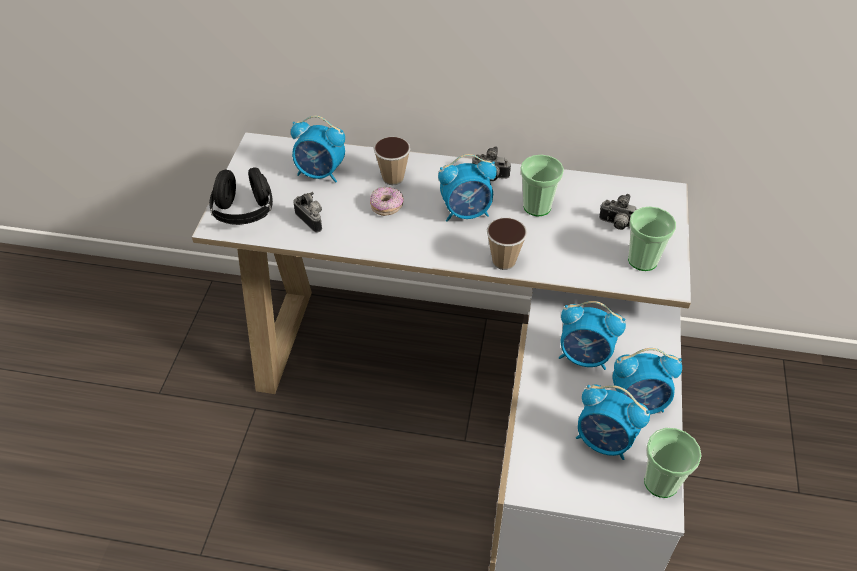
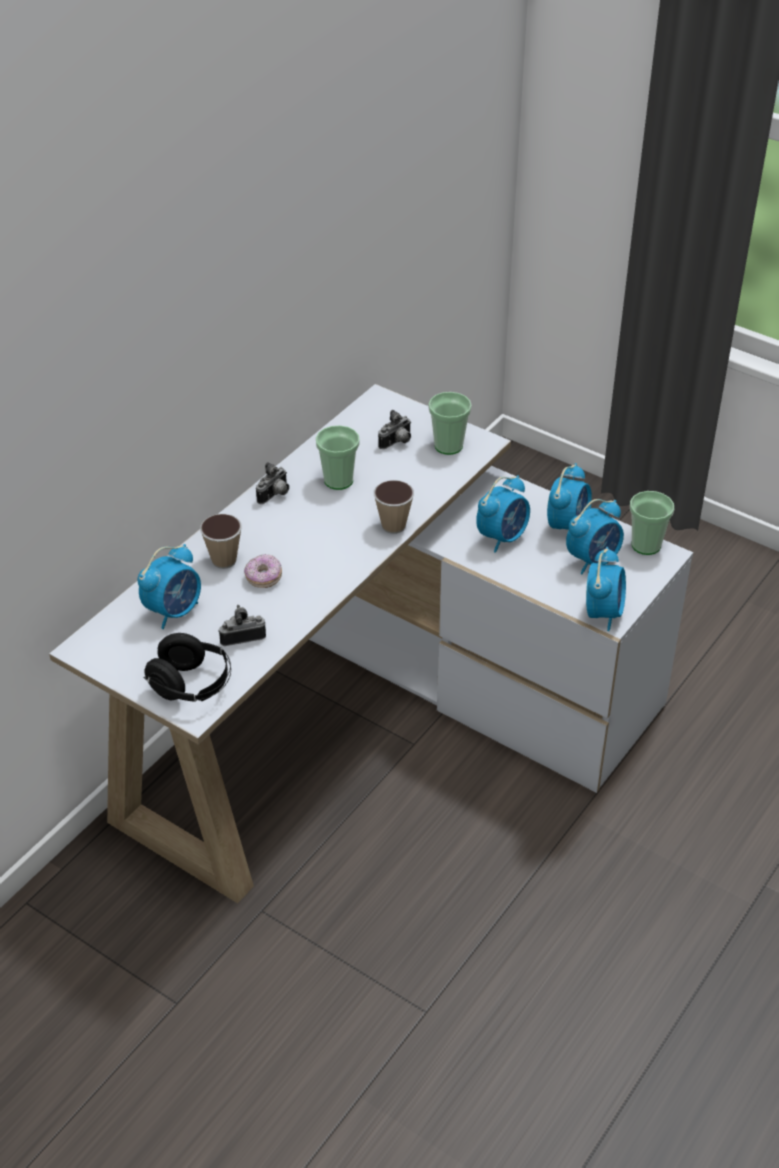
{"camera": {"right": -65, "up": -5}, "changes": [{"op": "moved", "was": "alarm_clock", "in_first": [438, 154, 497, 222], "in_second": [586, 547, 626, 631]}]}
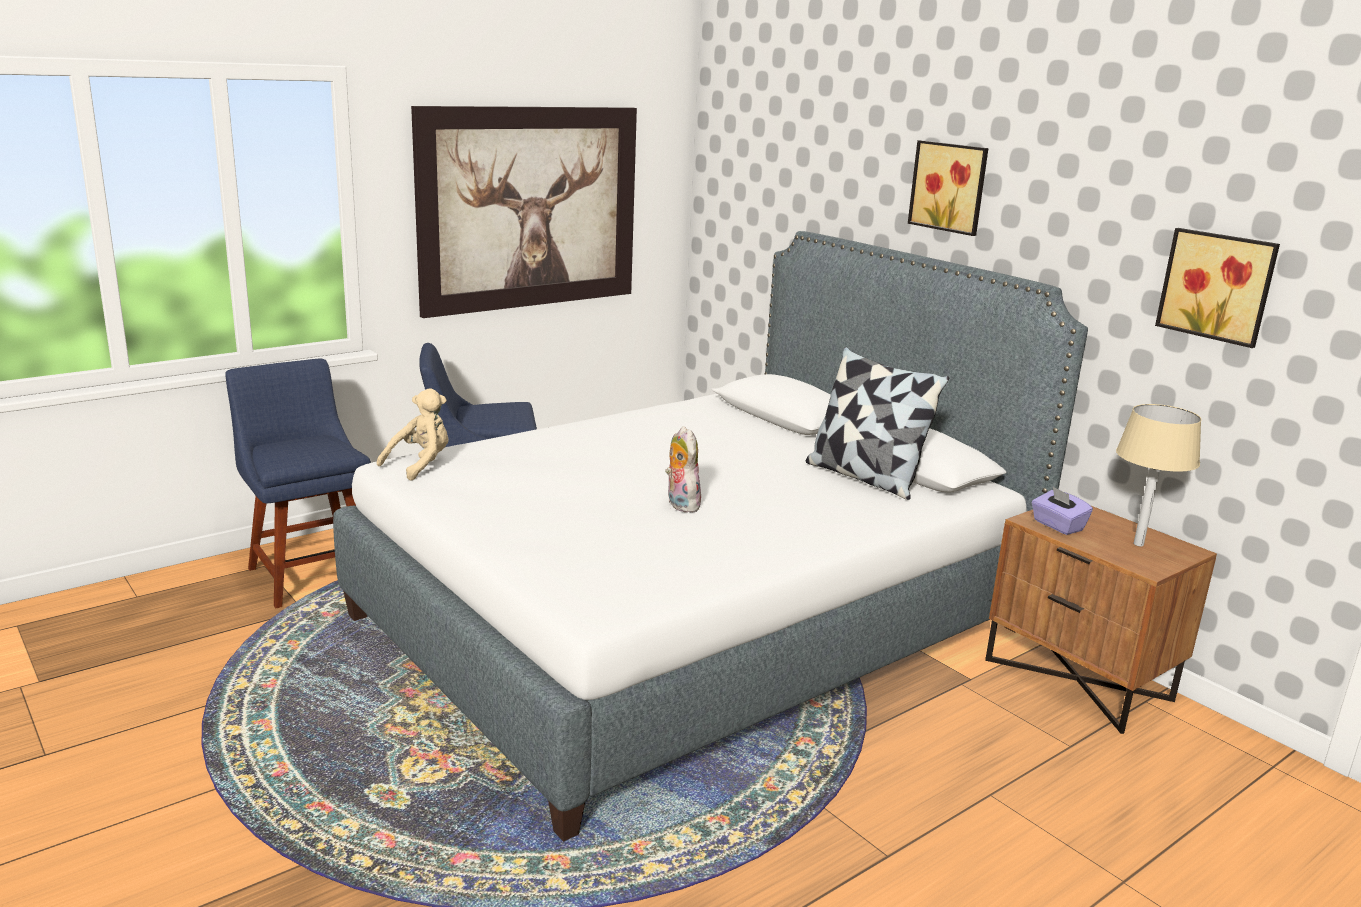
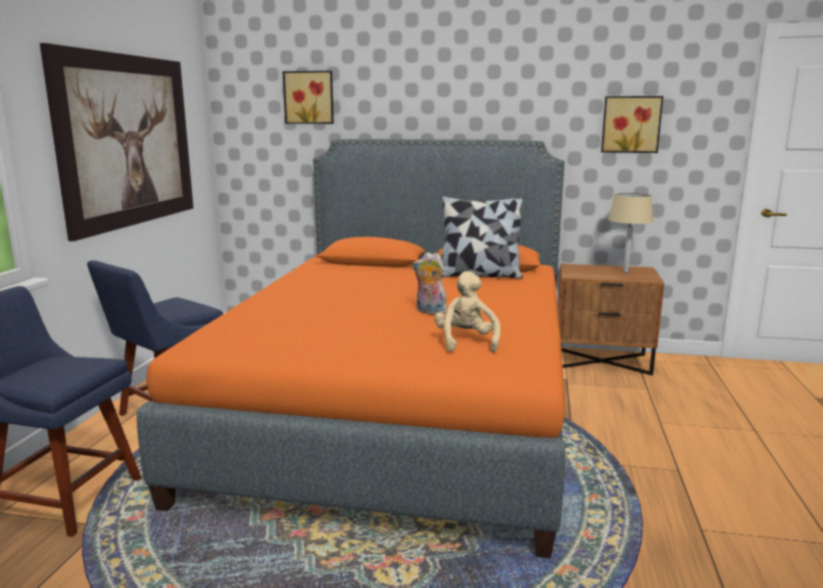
{"camera": {"right": -40, "up": -5}, "changes": [{"op": "moved", "was": "wall_art", "in_first": [908, 140, 989, 236], "in_second": [282, 71, 334, 124]}, {"op": "recoloured", "was": "white_bed", "now": "orange-coloured_bed", "in_first": [333, 231, 1088, 842], "in_second": [137, 139, 565, 558]}, {"op": "moved", "was": "beige-coloured_plush_toy", "in_first": [377, 388, 448, 481], "in_second": [434, 271, 501, 353]}, {"op": "removed", "was": "purplish_tissue_holder", "in_first": [1031, 487, 1093, 535]}]}
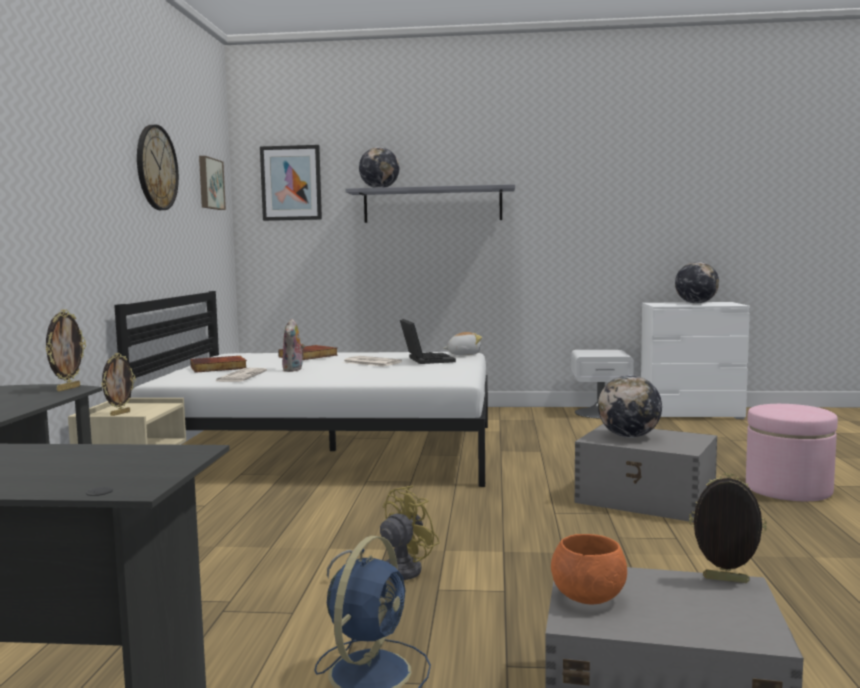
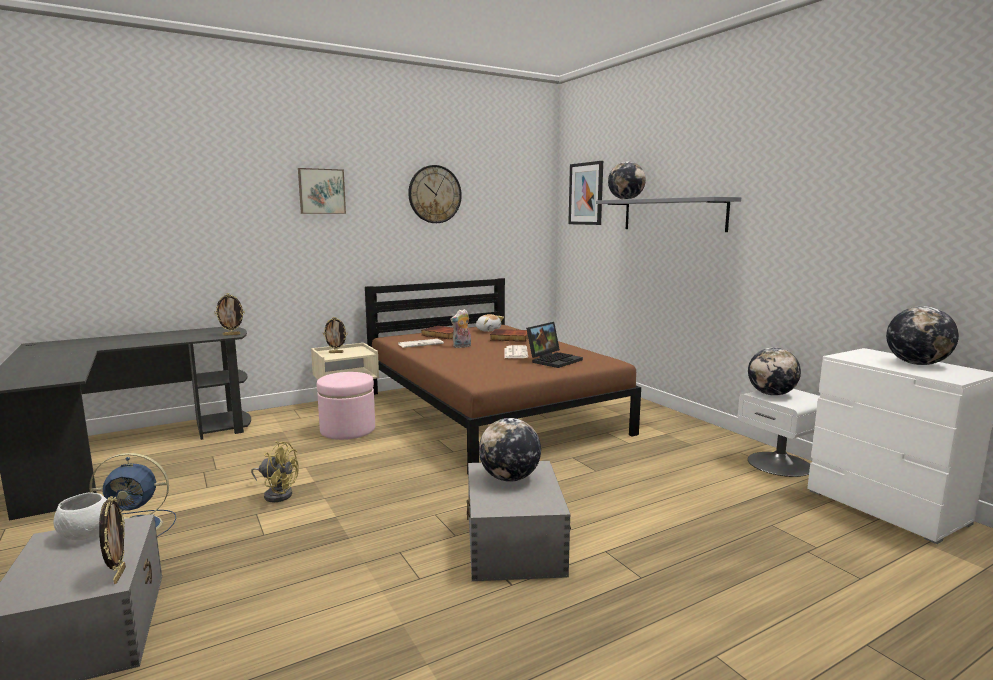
{"camera": {"right": 55, "up": 5}, "changes": [{"op": "moved", "was": "wall_art", "in_first": [199, 156, 226, 210], "in_second": [298, 168, 346, 214]}, {"op": "recoloured", "was": "white_bed", "now": "brownish_bed", "in_first": [114, 291, 488, 487], "in_second": [365, 278, 641, 474]}, {"op": "moved", "was": "plush_toy", "in_first": [443, 332, 482, 355], "in_second": [476, 314, 504, 332]}, {"op": "moved", "was": "pink-coloured_footrest", "in_first": [746, 404, 838, 501], "in_second": [317, 372, 375, 440]}, {"op": "recoloured", "was": "orange-coloured_serving_bowl", "now": "white_serving_bowl", "in_first": [551, 534, 627, 604], "in_second": [53, 493, 107, 540]}, {"op": "added", "now": "desk_globe", "in_second": [748, 347, 801, 396]}]}
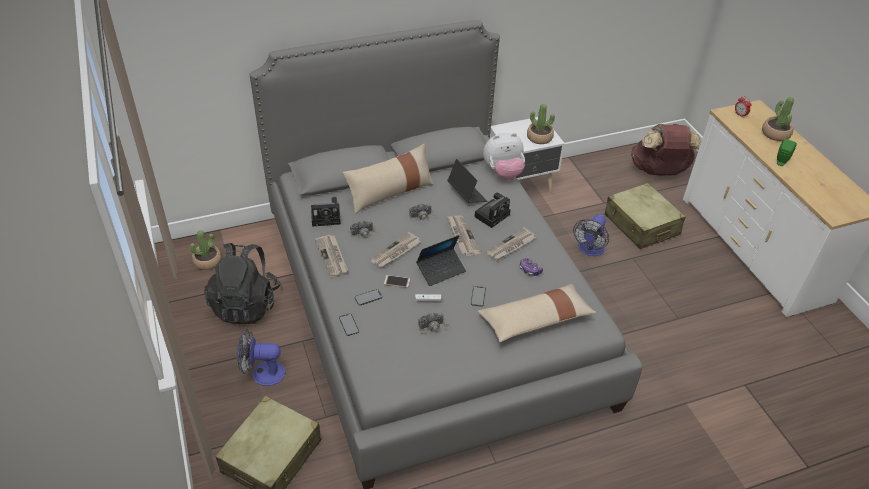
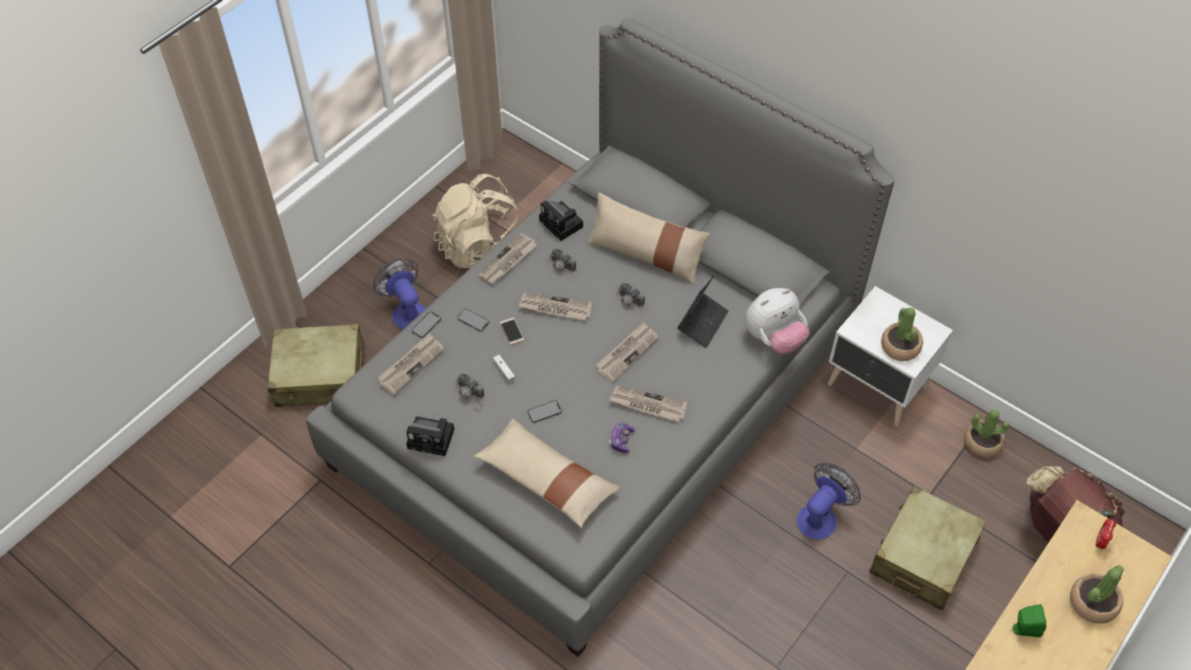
{"camera": {"right": 60, "up": 10}, "changes": [{"op": "turned", "was": "plush_toy", "in_first": [483, 133, 525, 180], "in_second": [745, 288, 809, 354], "clockwise": -75}, {"op": "moved", "was": "still_camera", "in_first": [474, 192, 510, 228], "in_second": [406, 416, 454, 456]}, {"op": "turned", "was": "fan", "in_first": [573, 214, 609, 256], "in_second": [797, 463, 860, 540], "clockwise": 135}, {"op": "moved", "was": "houseplant", "in_first": [190, 230, 221, 270], "in_second": [964, 410, 1009, 458]}, {"op": "removed", "was": "laptop", "in_first": [416, 235, 466, 286]}, {"op": "recoloured", "was": "black-coloured_backpack", "now": "beige-coloured_backpack", "in_first": [204, 243, 280, 324], "in_second": [432, 174, 519, 268]}, {"op": "added", "now": "printed_paper", "in_second": [378, 333, 444, 395]}]}
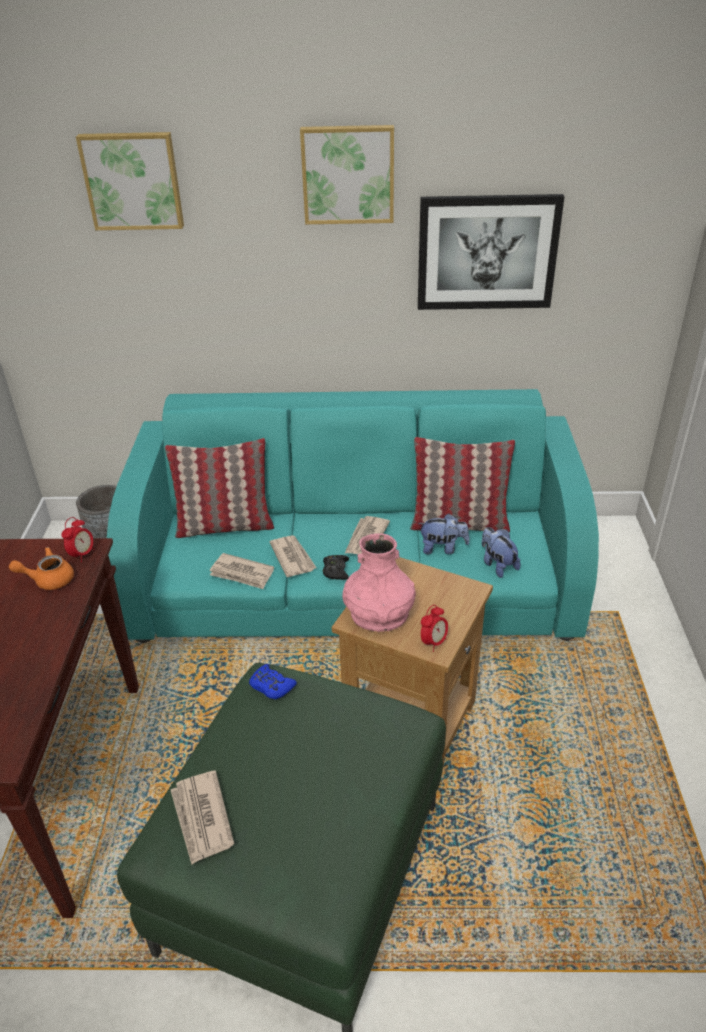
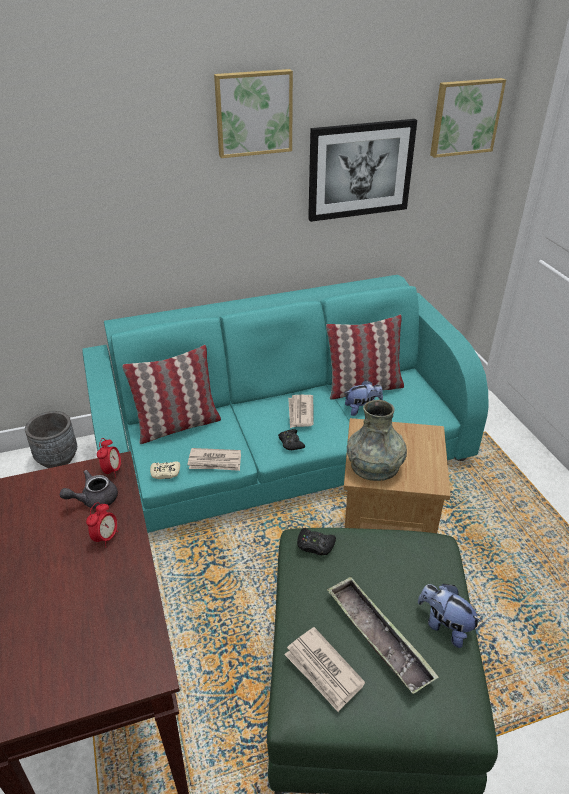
{"camera": {"right": -20, "up": 0}, "changes": [{"op": "moved", "was": "wall_art", "in_first": [76, 132, 184, 230], "in_second": [430, 78, 506, 158]}, {"op": "moved", "was": "plush_toy", "in_first": [482, 527, 520, 578], "in_second": [418, 584, 482, 648]}, {"op": "recoloured", "was": "pink-coloured_decorative_vase", "now": "grey_decorative_vase", "in_first": [342, 533, 416, 632], "in_second": [347, 400, 407, 481]}, {"op": "removed", "was": "printed_paper", "in_first": [270, 535, 316, 577]}, {"op": "recoloured", "was": "orange-coloured_tea_pot", "now": "grey_tea_pot", "in_first": [9, 547, 74, 590], "in_second": [60, 470, 118, 509]}, {"op": "moved", "was": "alarm_clock", "in_first": [421, 605, 448, 652], "in_second": [86, 502, 118, 548]}, {"op": "recoloured", "was": "blue-coloured_joypad", "now": "black-coloured_joypad", "in_first": [249, 664, 297, 699], "in_second": [297, 528, 336, 555]}, {"op": "added", "now": "beige-coloured_joypad", "in_second": [150, 461, 180, 479]}, {"op": "added", "now": "serving_tray", "in_second": [327, 577, 439, 694]}]}
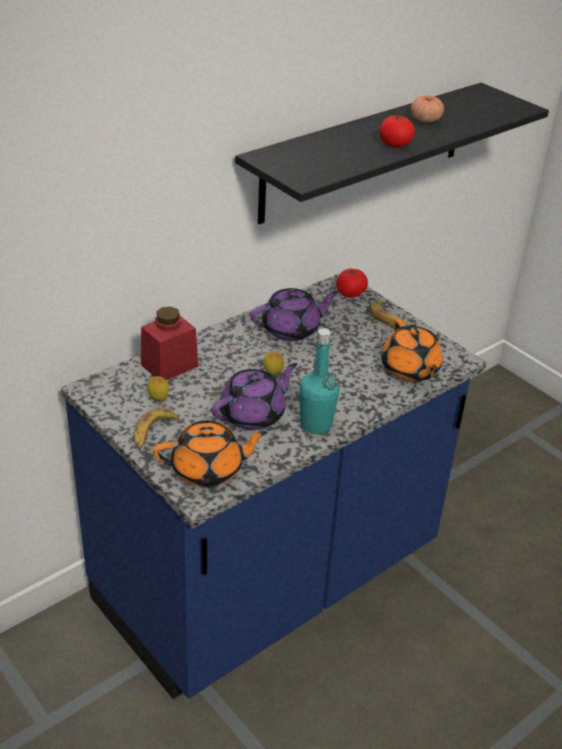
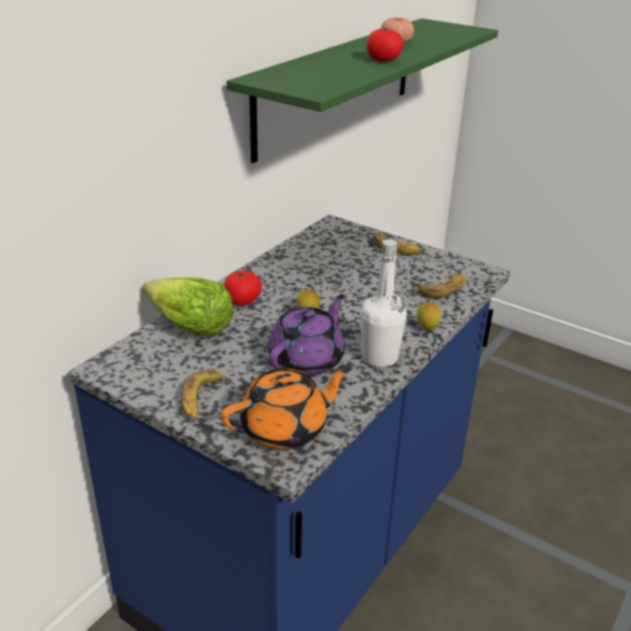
{"camera": {"right": -15, "up": -5}, "changes": [{"op": "recoloured", "was": "black-coloured_bracket_shelf", "now": "green_bracket_shelf", "in_first": [235, 83, 549, 224], "in_second": [227, 18, 498, 163]}, {"op": "moved", "was": "whole_tomato", "in_first": [336, 269, 368, 297], "in_second": [224, 271, 262, 306]}, {"op": "removed", "was": "purplish_tea_pot", "in_first": [250, 288, 339, 341]}, {"op": "replaced", "was": "reddish_storage_jar", "now": "head_of_lettuce", "in_first": [141, 306, 198, 380], "in_second": [143, 277, 234, 336]}, {"op": "replaced", "was": "orange-coloured_tea_pot", "now": "whole_banana", "in_first": [381, 319, 443, 381], "in_second": [416, 275, 467, 298]}, {"op": "recoloured", "was": "turquoise_drink_bottle", "now": "white_drink_bottle", "in_first": [299, 328, 340, 434], "in_second": [361, 239, 407, 367]}, {"op": "moved", "was": "lemon", "in_first": [147, 376, 169, 402], "in_second": [417, 302, 441, 330]}]}
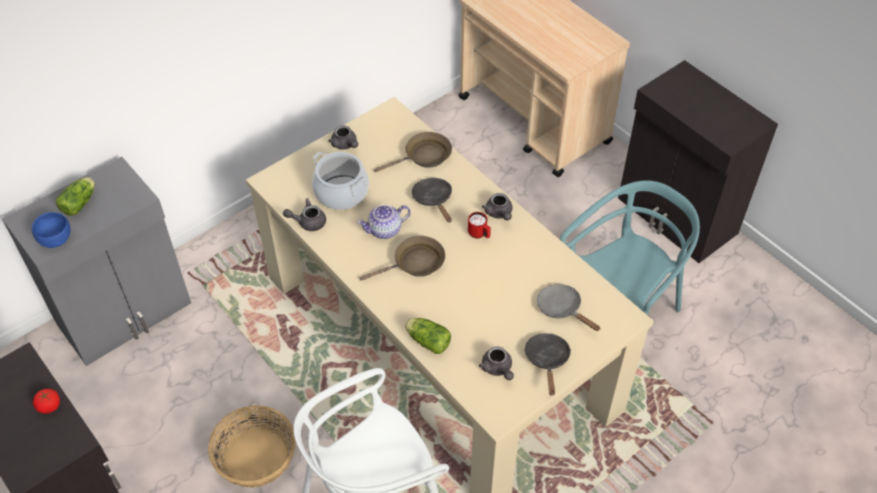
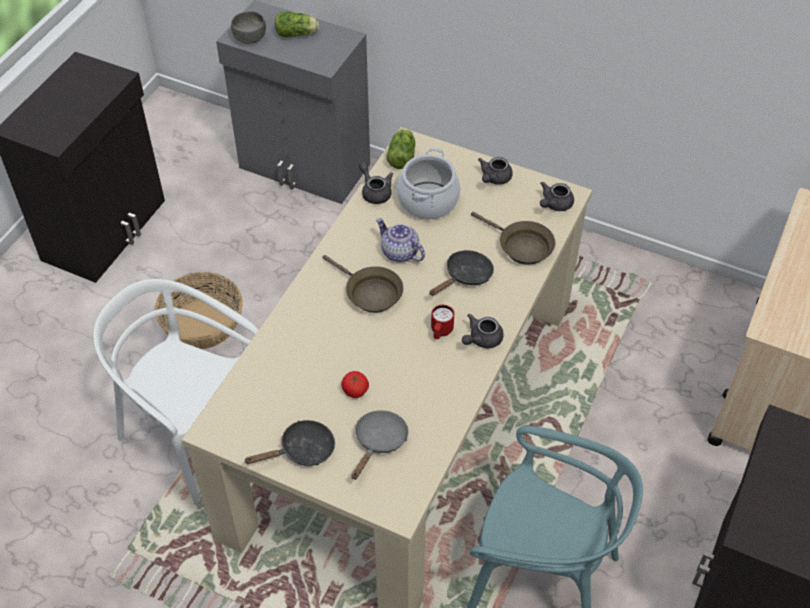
{"camera": {"right": 65, "up": 0}, "changes": [{"op": "recoloured", "was": "blue-coloured_serving_bowl", "now": "grey_serving_bowl", "in_first": [32, 212, 71, 248], "in_second": [231, 11, 266, 44]}, {"op": "moved", "was": "head_of_lettuce", "in_first": [405, 318, 451, 354], "in_second": [386, 128, 415, 169]}, {"op": "moved", "was": "grey_tea_pot", "in_first": [479, 346, 514, 380], "in_second": [540, 182, 574, 211]}, {"op": "moved", "was": "whole_tomato", "in_first": [33, 389, 60, 414], "in_second": [341, 371, 369, 398]}]}
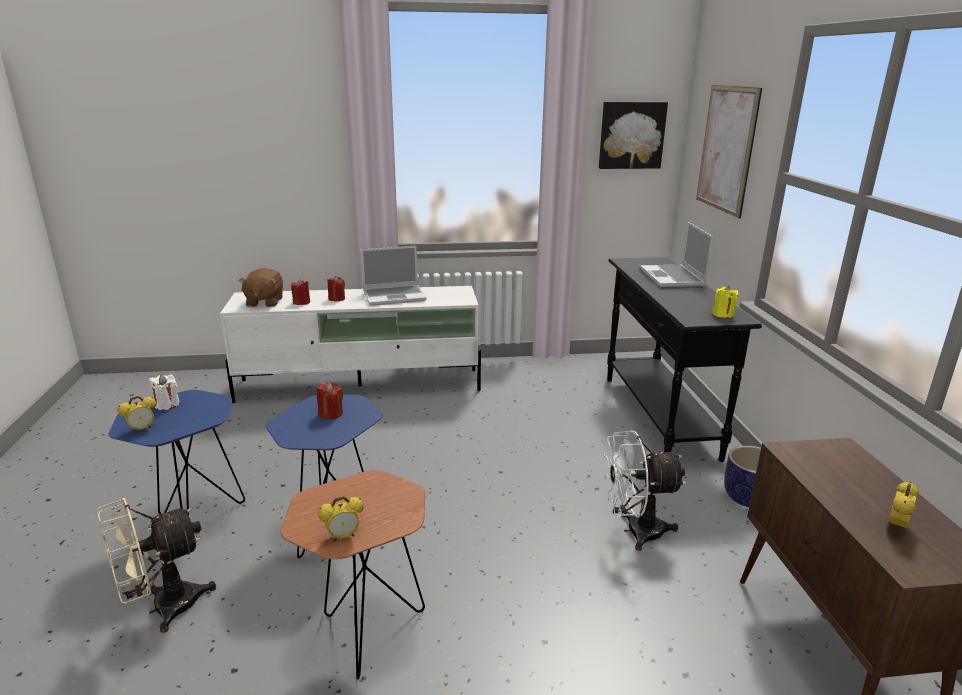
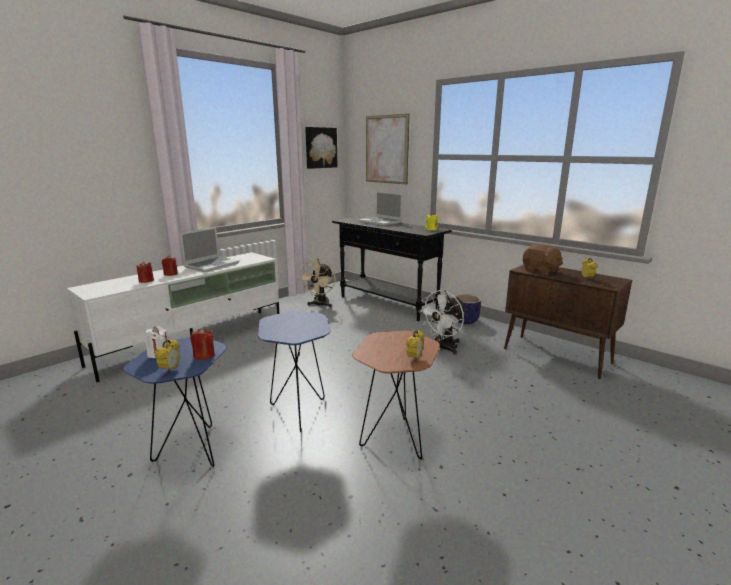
{"camera": {"right": -40, "up": -5}, "changes": [{"op": "moved", "was": "brownish_plush_toy", "in_first": [239, 268, 283, 307], "in_second": [523, 244, 563, 275]}, {"op": "moved", "was": "reddish_candle", "in_first": [317, 382, 343, 419], "in_second": [190, 328, 215, 360]}, {"op": "moved", "was": "beige-coloured_fan", "in_first": [97, 498, 216, 633], "in_second": [298, 258, 336, 307]}]}
